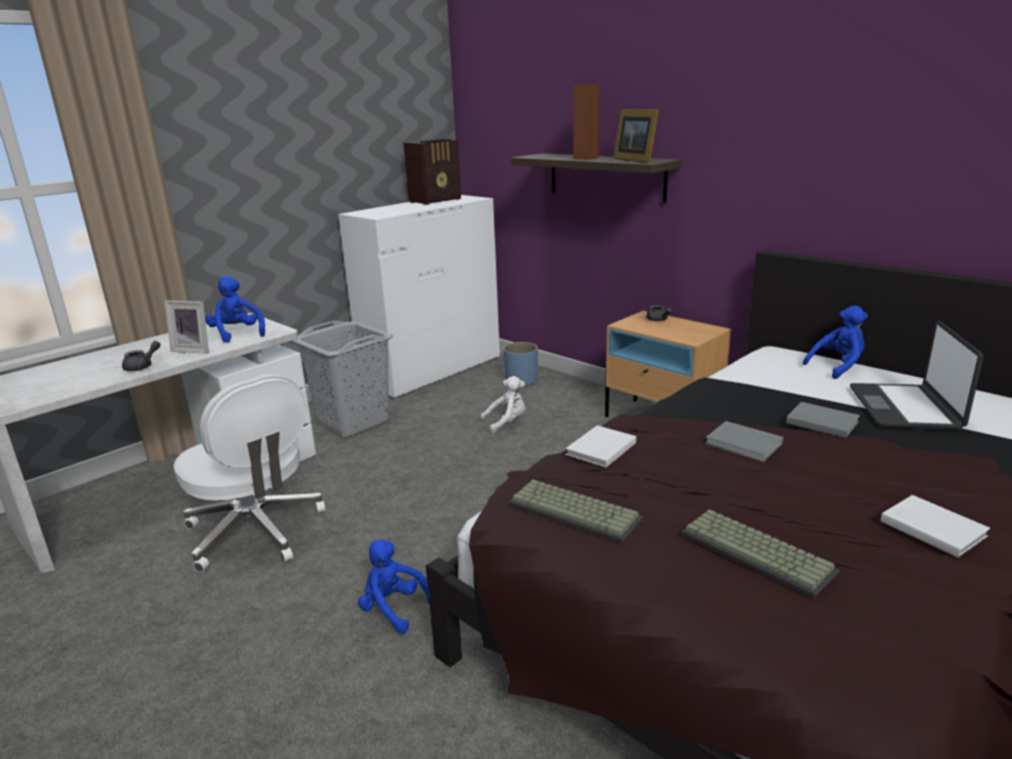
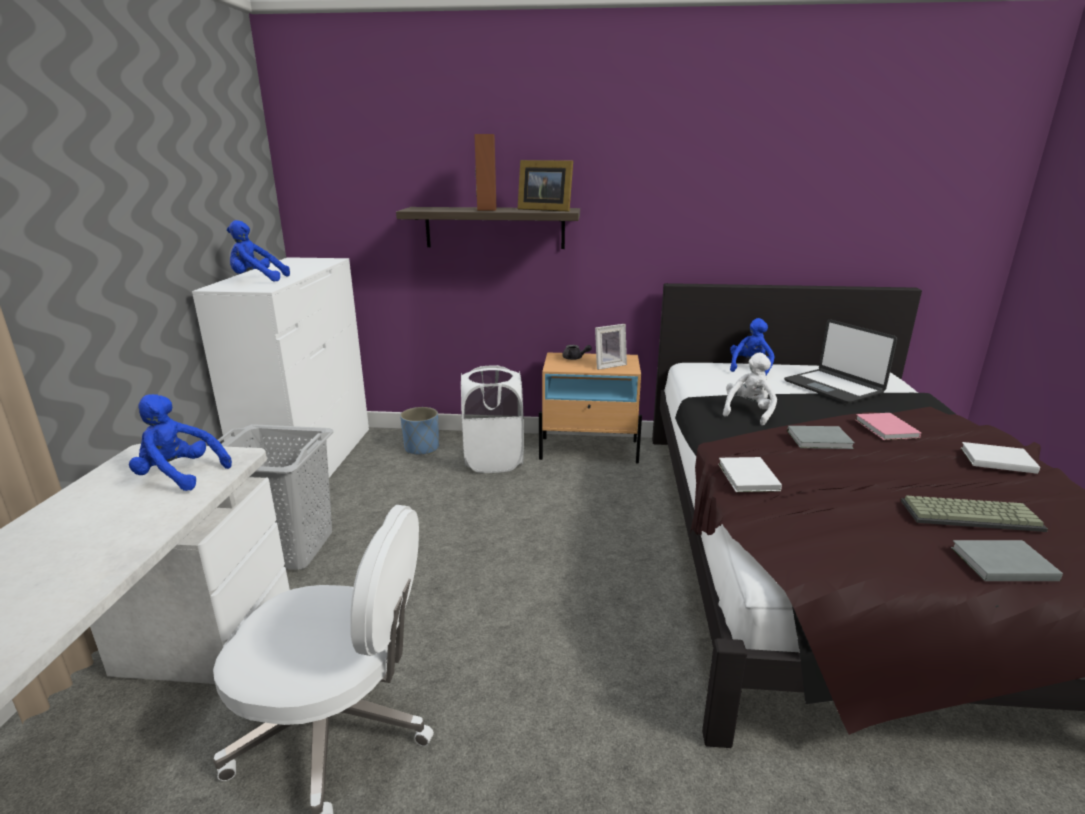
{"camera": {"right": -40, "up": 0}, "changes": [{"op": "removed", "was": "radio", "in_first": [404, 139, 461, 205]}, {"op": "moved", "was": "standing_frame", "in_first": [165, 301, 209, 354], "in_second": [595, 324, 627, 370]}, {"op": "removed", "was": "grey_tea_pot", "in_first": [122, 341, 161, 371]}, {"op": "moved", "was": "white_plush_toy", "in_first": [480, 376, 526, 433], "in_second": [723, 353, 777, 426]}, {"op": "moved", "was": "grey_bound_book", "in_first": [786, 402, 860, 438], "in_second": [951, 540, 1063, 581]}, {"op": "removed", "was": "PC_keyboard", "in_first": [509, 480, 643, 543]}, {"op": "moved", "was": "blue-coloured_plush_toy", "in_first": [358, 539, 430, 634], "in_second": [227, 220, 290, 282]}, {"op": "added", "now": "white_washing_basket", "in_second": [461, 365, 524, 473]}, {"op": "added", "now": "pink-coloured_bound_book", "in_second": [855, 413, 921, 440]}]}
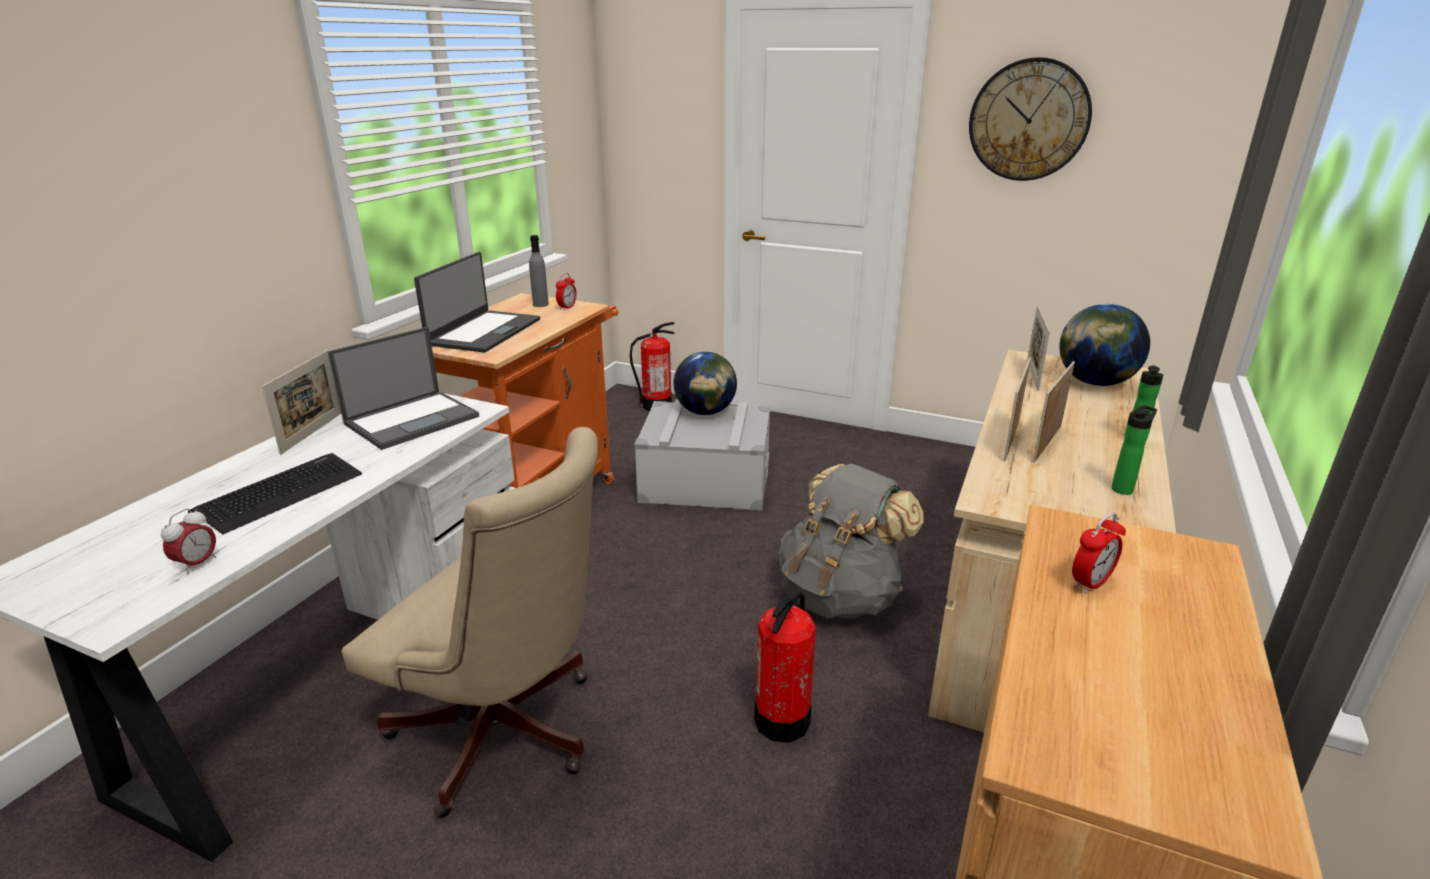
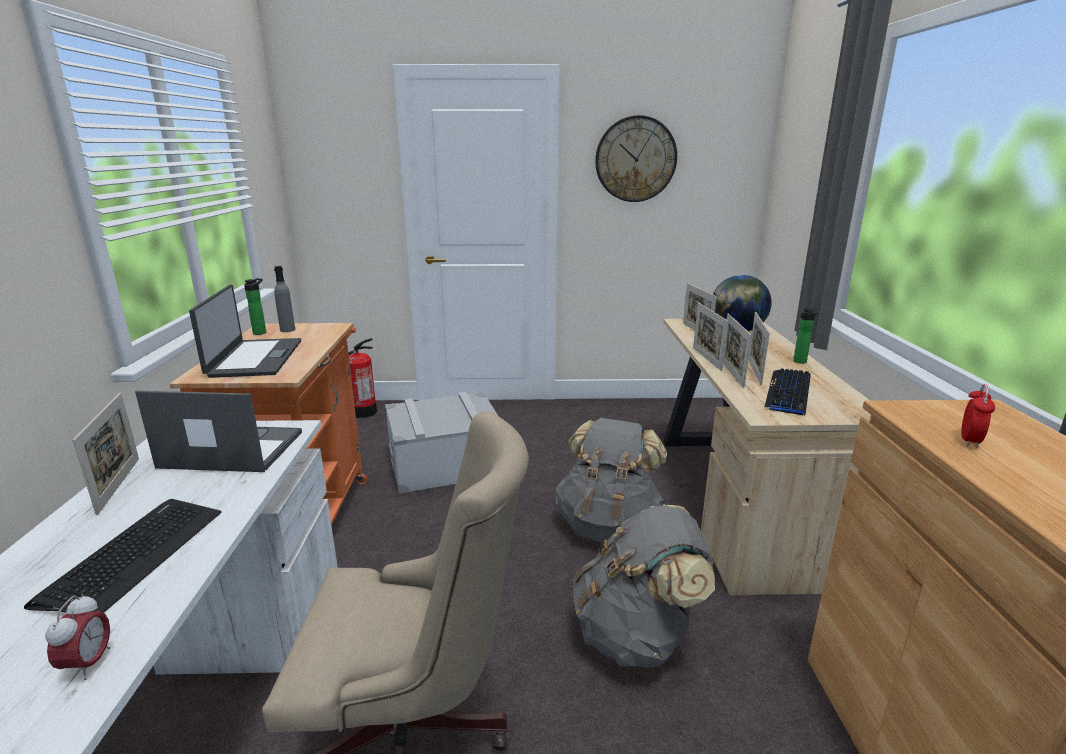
{"camera": {"right": -25, "up": -5}, "changes": [{"op": "removed", "was": "alarm_clock", "in_first": [556, 273, 577, 310]}, {"op": "turned", "was": "laptop", "in_first": [328, 327, 479, 450], "in_second": [135, 391, 302, 472], "clockwise": -105}, {"op": "removed", "was": "desk_globe", "in_first": [674, 352, 737, 415]}, {"op": "moved", "was": "drink_bottle", "in_first": [1111, 405, 1157, 495], "in_second": [244, 278, 266, 335]}, {"op": "replaced", "was": "fire-fighting_cylinder", "now": "grey_backpack", "in_first": [754, 591, 816, 743], "in_second": [573, 505, 715, 668]}, {"op": "added", "now": "standing_frame", "in_second": [693, 303, 728, 371]}, {"op": "added", "now": "PC_keyboard", "in_second": [764, 368, 811, 416]}]}
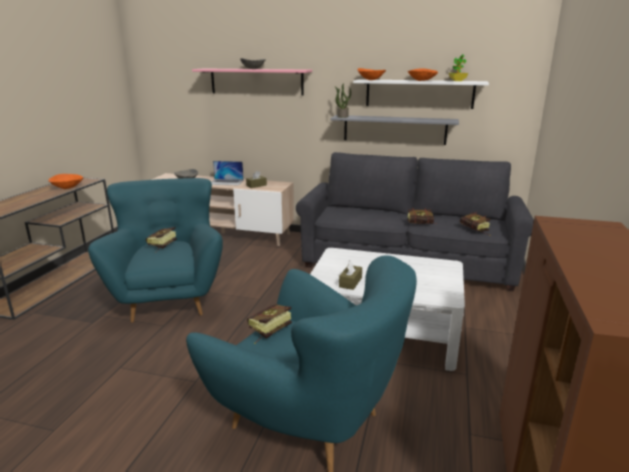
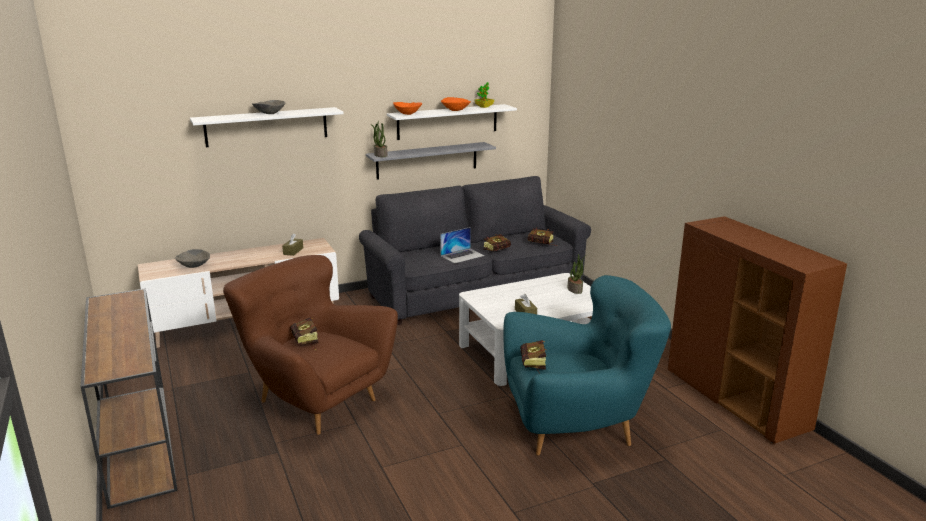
{"camera": {"right": -40, "up": 0}, "changes": [{"op": "recoloured", "was": "pink-coloured_bracket_shelf", "now": "white_bracket_shelf", "in_first": [192, 68, 312, 95], "in_second": [190, 107, 344, 147]}, {"op": "moved", "was": "laptop", "in_first": [211, 161, 244, 185], "in_second": [440, 227, 485, 264]}, {"op": "removed", "was": "orange-coloured_serving_bowl", "in_first": [48, 174, 83, 189]}, {"op": "recoloured", "was": "turquoise_armchair", "now": "brownish_armchair", "in_first": [88, 178, 223, 323], "in_second": [223, 255, 398, 435]}, {"op": "added", "now": "houseplant", "in_second": [567, 254, 585, 294]}]}
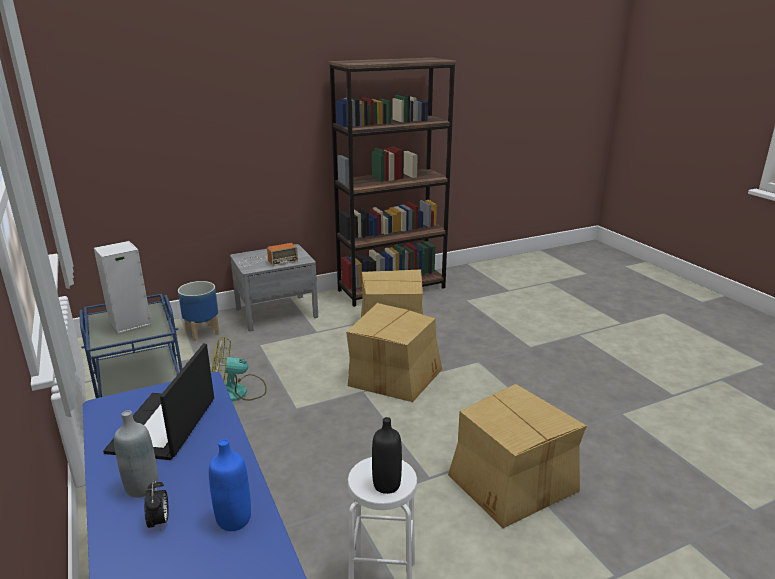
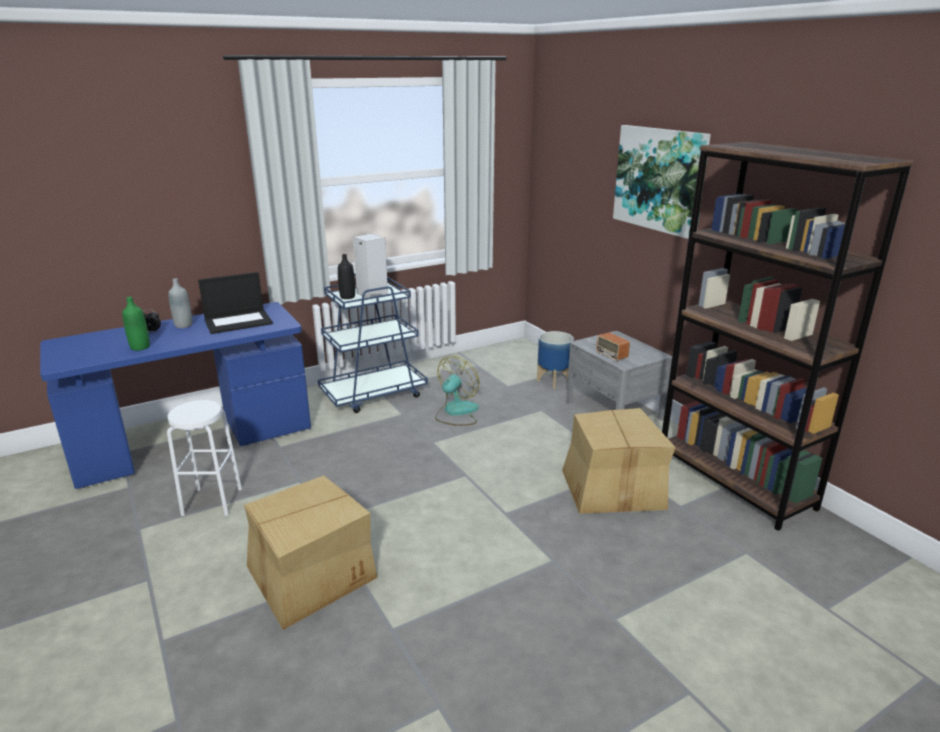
{"camera": {"right": 85, "up": 0}, "changes": [{"op": "removed", "was": "cardboard_box", "in_first": [346, 303, 442, 402]}, {"op": "turned", "was": "fan", "in_first": [212, 337, 267, 402], "in_second": [435, 356, 479, 426], "clockwise": 45}, {"op": "turned", "was": "laptop", "in_first": [103, 344, 214, 460], "in_second": [198, 272, 273, 334], "clockwise": 150}, {"op": "moved", "was": "black-coloured_drink_bottle", "in_first": [372, 417, 402, 494], "in_second": [338, 254, 355, 299]}, {"op": "recoloured", "was": "blue-coloured_drink_bottle", "now": "green_drink_bottle", "in_first": [209, 439, 251, 531], "in_second": [122, 297, 150, 351]}, {"op": "added", "now": "wall_art", "in_second": [613, 125, 711, 239]}]}
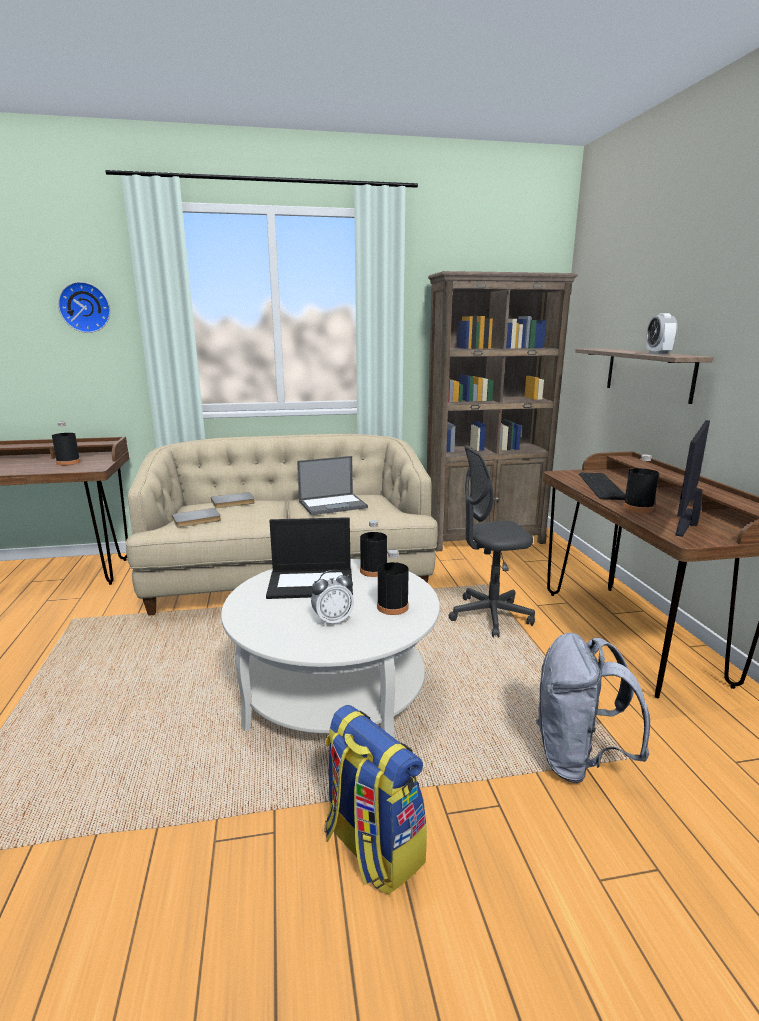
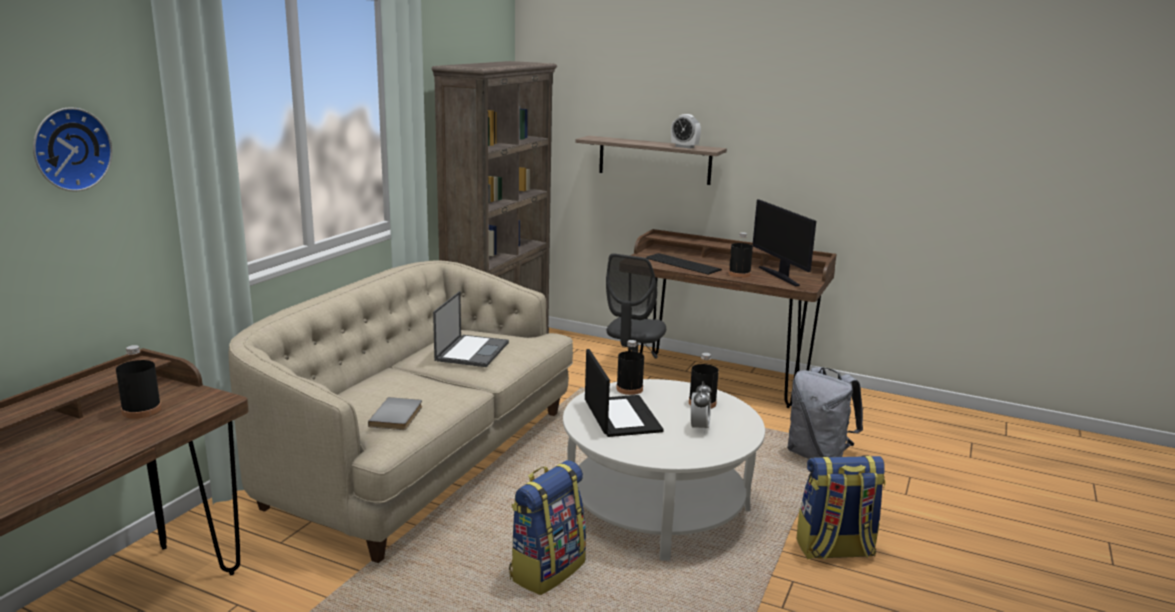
{"camera": {"right": -55, "up": 0}, "changes": [{"op": "removed", "was": "grey_bound_book", "in_first": [211, 492, 255, 508]}, {"op": "turned", "was": "laptop", "in_first": [266, 517, 353, 599], "in_second": [585, 349, 664, 437], "clockwise": -45}, {"op": "added", "now": "backpack", "in_second": [509, 460, 586, 595]}]}
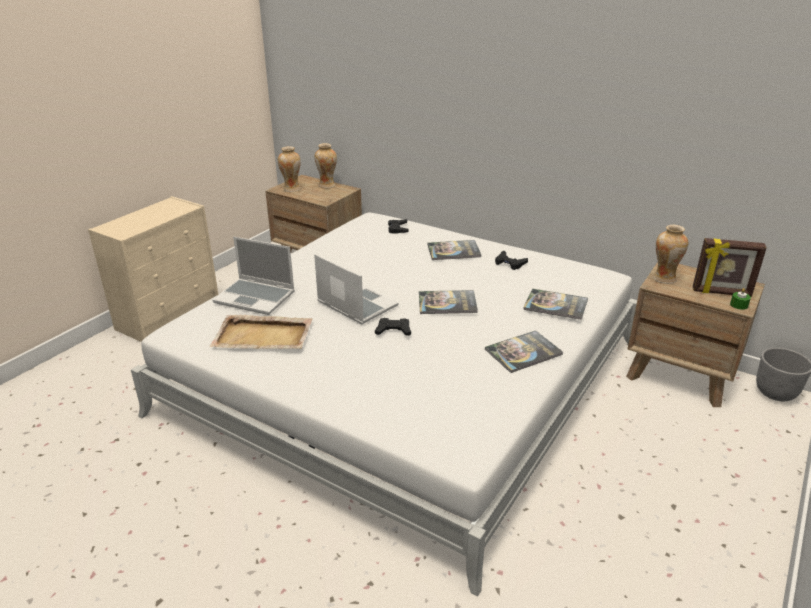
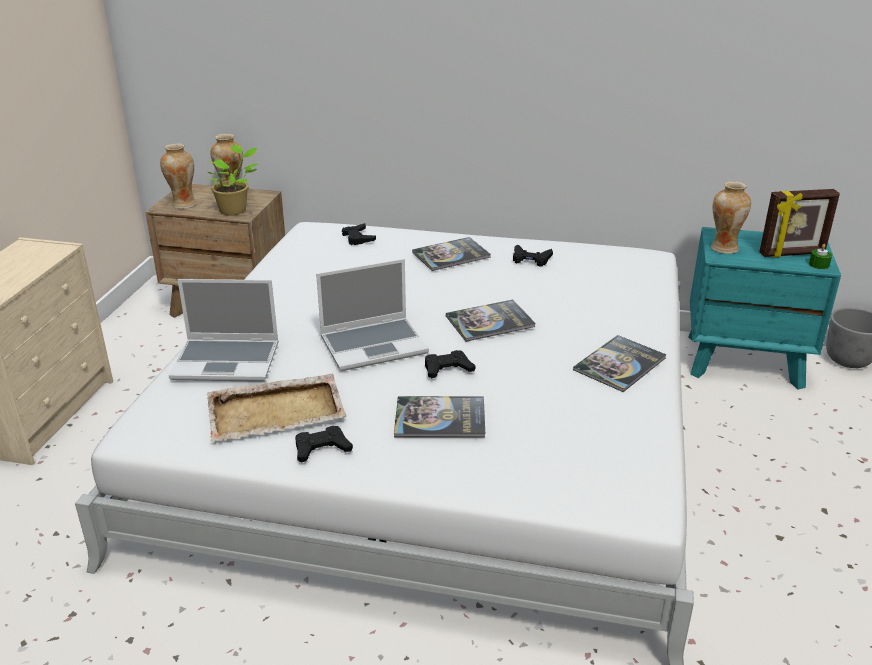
{"camera": {"right": -20, "up": 0}, "changes": [{"op": "turned", "was": "laptop", "in_first": [314, 254, 399, 324], "in_second": [316, 259, 429, 371], "clockwise": 135}, {"op": "recoloured", "was": "brownish_nightstand", "now": "turquoise_nightstand", "in_first": [626, 262, 765, 407], "in_second": [688, 227, 841, 390]}, {"op": "moved", "was": "bound_book", "in_first": [523, 289, 588, 320], "in_second": [394, 396, 485, 438]}, {"op": "added", "now": "houseplant", "in_second": [207, 144, 258, 216]}, {"op": "added", "now": "black-coloured_joypad", "in_second": [295, 426, 353, 462]}]}
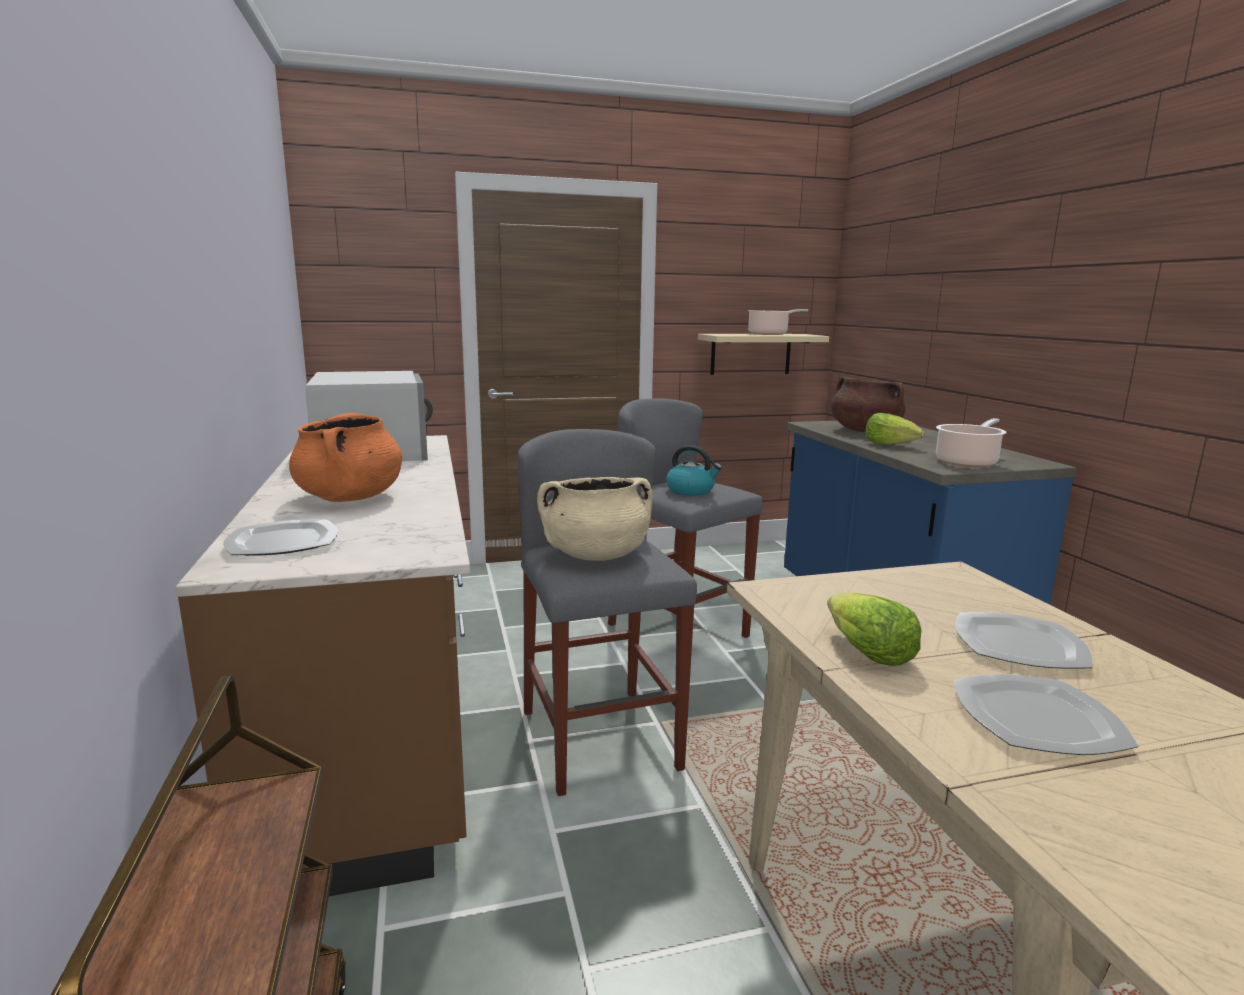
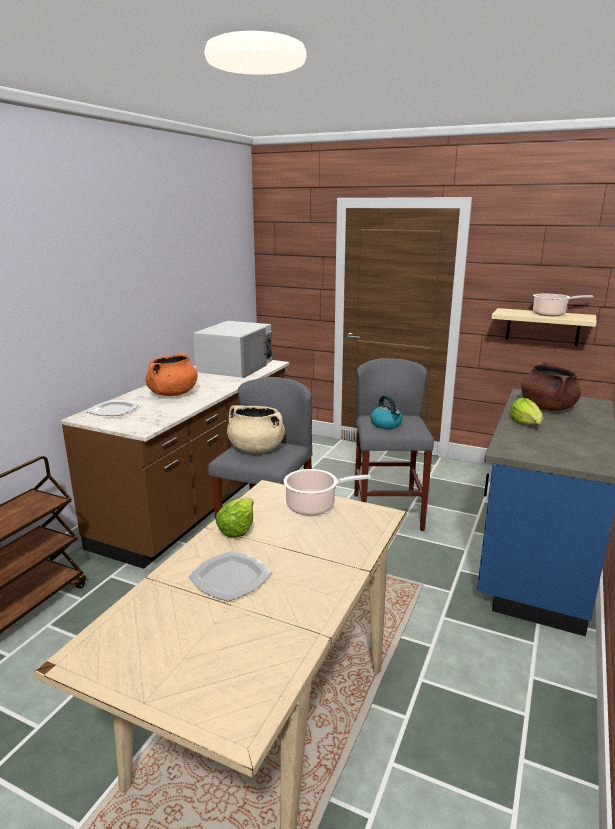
{"camera": {"right": 40, "up": 5}, "changes": [{"op": "moved", "was": "stockpot", "in_first": [936, 418, 1006, 467], "in_second": [283, 469, 371, 516]}, {"op": "removed", "was": "flat_dish", "in_first": [955, 612, 1092, 669]}]}
